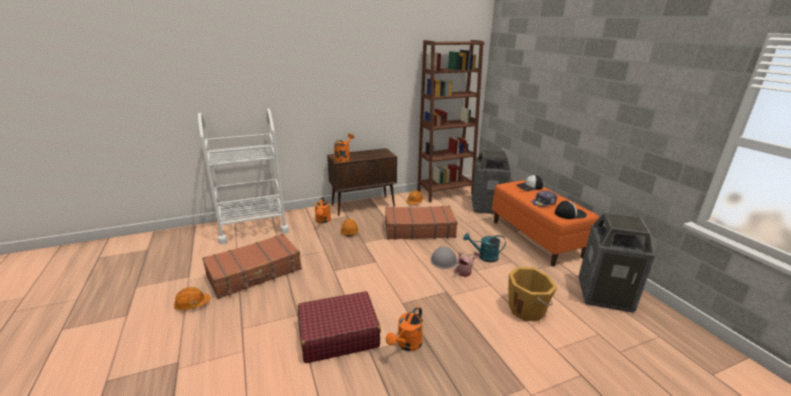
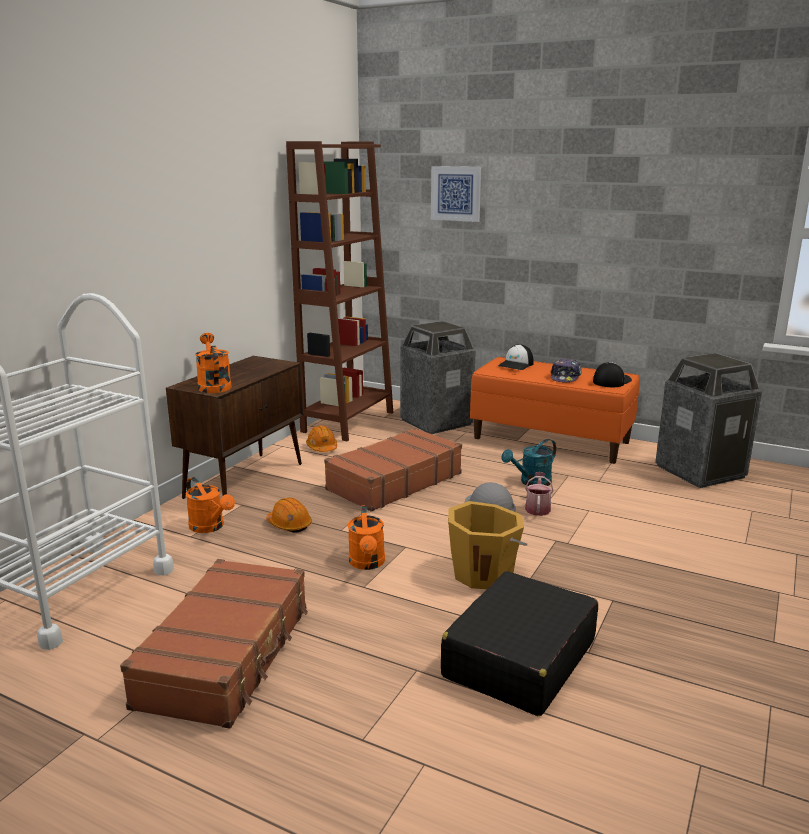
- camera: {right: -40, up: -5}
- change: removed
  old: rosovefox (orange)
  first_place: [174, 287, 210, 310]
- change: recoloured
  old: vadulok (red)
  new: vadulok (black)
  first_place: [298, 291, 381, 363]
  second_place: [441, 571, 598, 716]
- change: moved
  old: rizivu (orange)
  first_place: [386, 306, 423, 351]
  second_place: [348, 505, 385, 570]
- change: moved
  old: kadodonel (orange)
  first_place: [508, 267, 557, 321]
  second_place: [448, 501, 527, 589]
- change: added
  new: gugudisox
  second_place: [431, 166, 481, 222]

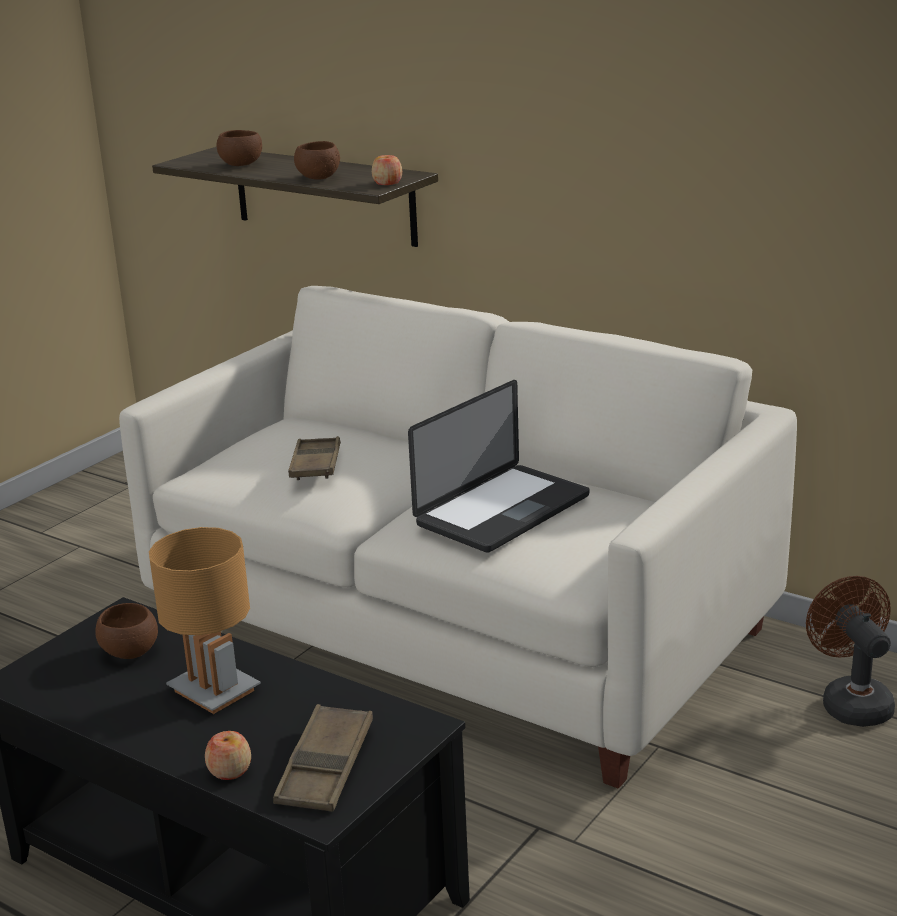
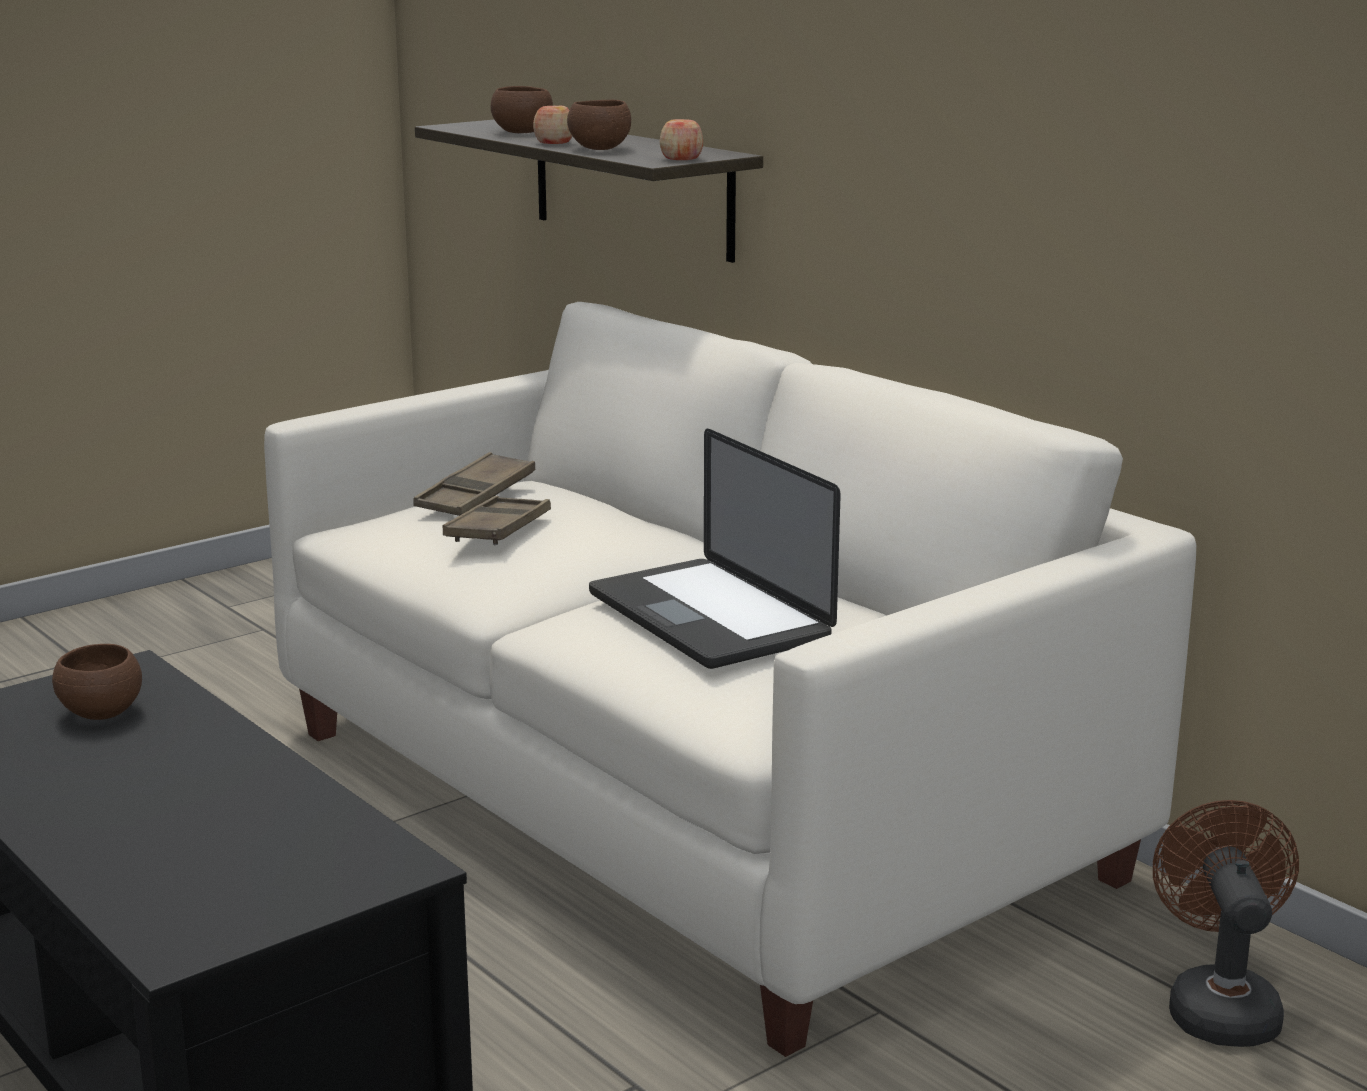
- camera: {right: 15, up: -5}
- change: removed
  old: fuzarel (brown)
  first_place: [149, 527, 261, 714]
- change: moved
  old: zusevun
  first_place: [205, 731, 251, 780]
  second_place: [533, 106, 572, 144]
- change: moved
  old: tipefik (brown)
  first_place: [273, 704, 373, 812]
  second_place: [413, 452, 535, 516]
- change: turned
  old: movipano
  first_place: [408, 380, 589, 553]
  second_place: [589, 429, 841, 669]
  degrees: 90

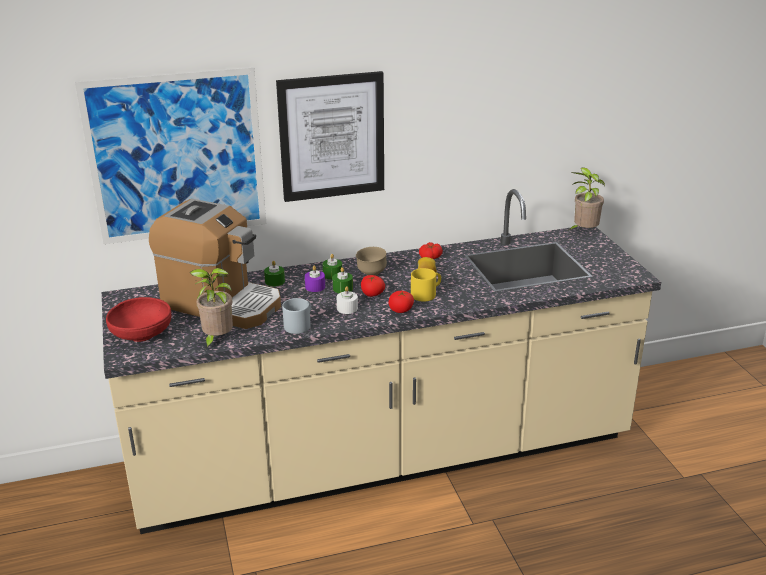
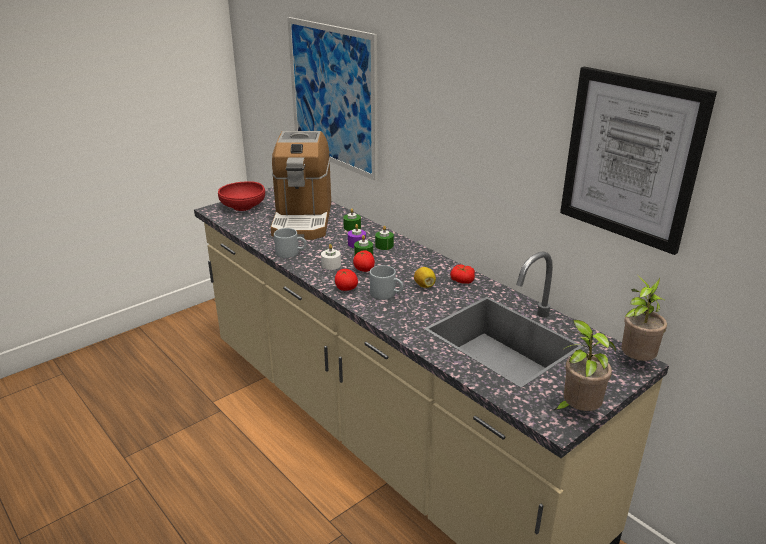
- camera: {right: 65, up: 0}
- change: moved
  old: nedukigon
  first_place: [189, 268, 233, 349]
  second_place: [552, 320, 616, 411]
- change: moved
  old: gugudisox
  first_place: [276, 71, 384, 202]
  second_place: [560, 67, 717, 255]
- change: removed
  old: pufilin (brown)
  first_place: [356, 247, 387, 276]
- change: recoloured
  old: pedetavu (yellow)
  new: pedetavu (grey)
  first_place: [411, 268, 441, 302]
  second_place: [370, 265, 403, 300]

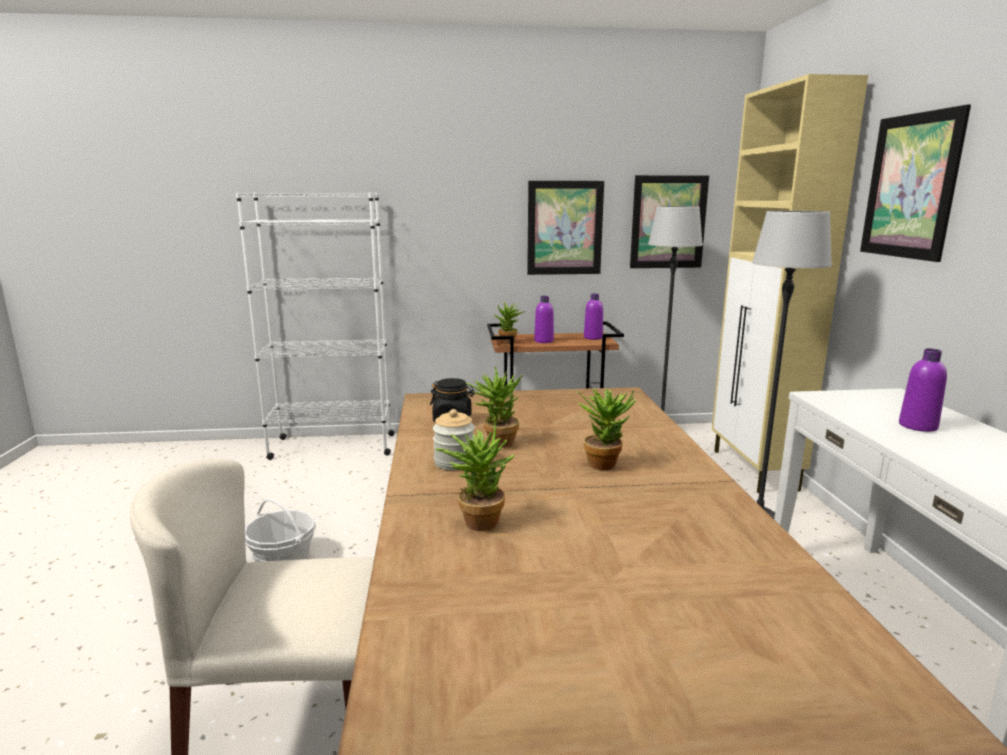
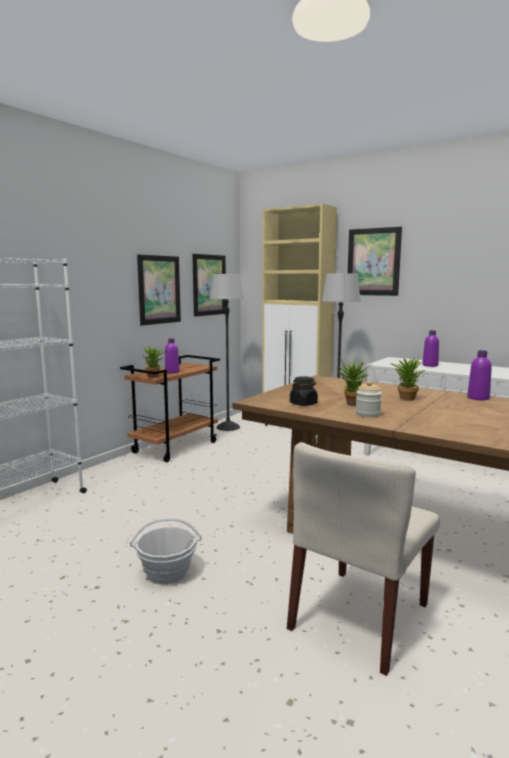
- camera: {right: -50, up: -5}
- change: removed
  old: nedukigon
  first_place: [435, 422, 515, 531]
- change: moved
  old: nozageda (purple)
  first_place: [584, 293, 603, 340]
  second_place: [467, 350, 492, 400]

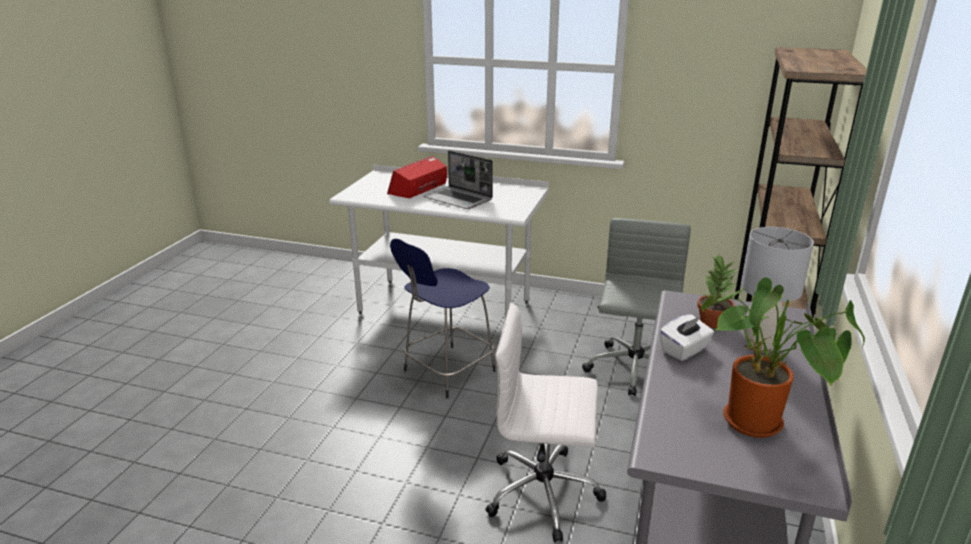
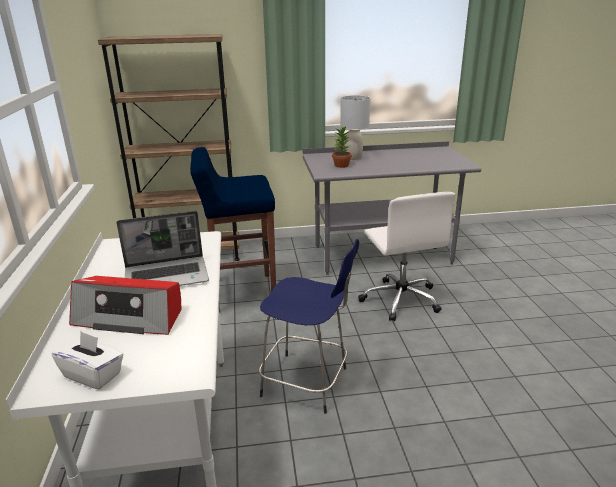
- camera: {right: -115, up: 0}
- change: turned
  old: movipano
  first_place: [424, 151, 493, 209]
  second_place: [116, 211, 209, 286]
  degrees: 60
- change: replaced
  old: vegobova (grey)
  new: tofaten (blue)
  first_place: [582, 218, 691, 396]
  second_place: [190, 147, 276, 313]
- change: moved
  old: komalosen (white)
  first_place: [660, 315, 714, 361]
  second_place: [52, 331, 124, 390]
- change: removed
  old: nedukigon
  first_place: [701, 277, 865, 438]

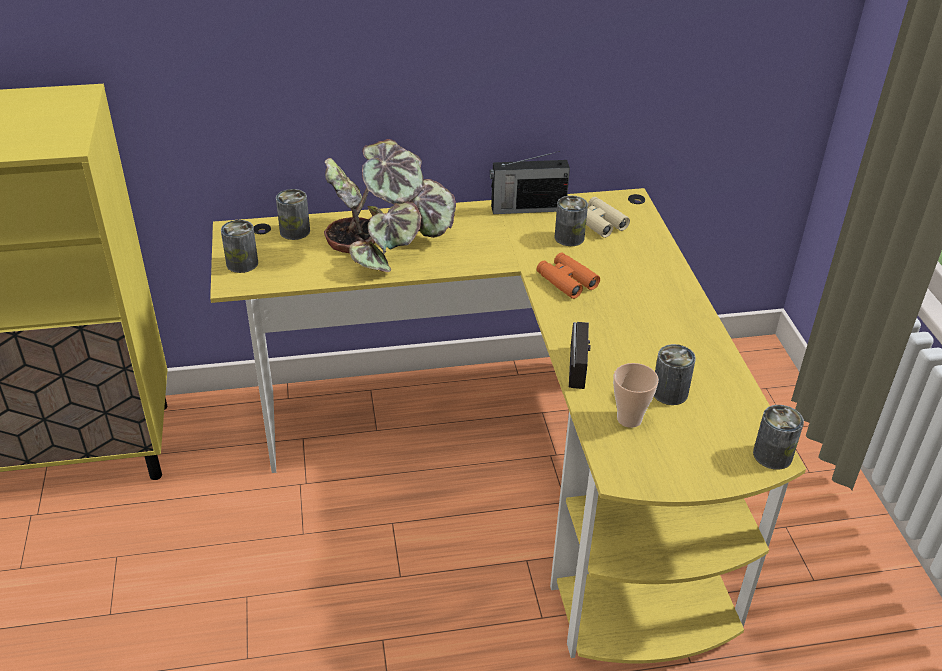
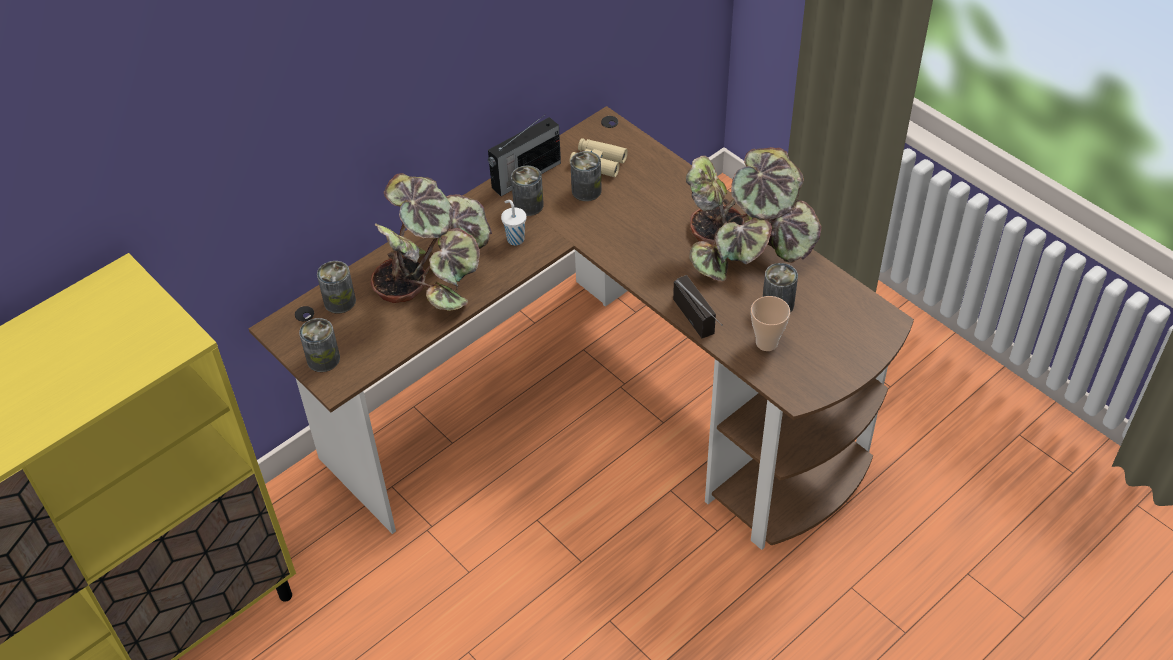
- camera: {right: -30, up: 10}
- change: recoloured
  old: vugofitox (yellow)
  new: vugofitox (brown)
  first_place: [210, 188, 806, 664]
  second_place: [248, 106, 914, 550]
- change: removed
  old: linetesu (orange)
  first_place: [537, 253, 600, 299]
- change: moved
  old: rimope
  first_place: [753, 405, 804, 470]
  second_place: [511, 166, 544, 216]
- change: added
  new: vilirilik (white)
  second_place: [501, 200, 526, 246]
- change: added
  new: nedukigon
  second_place: [686, 147, 821, 281]

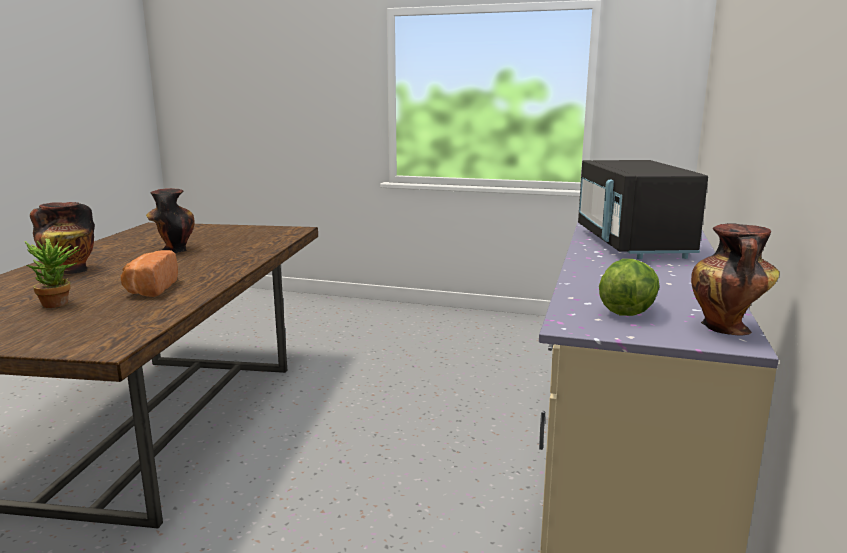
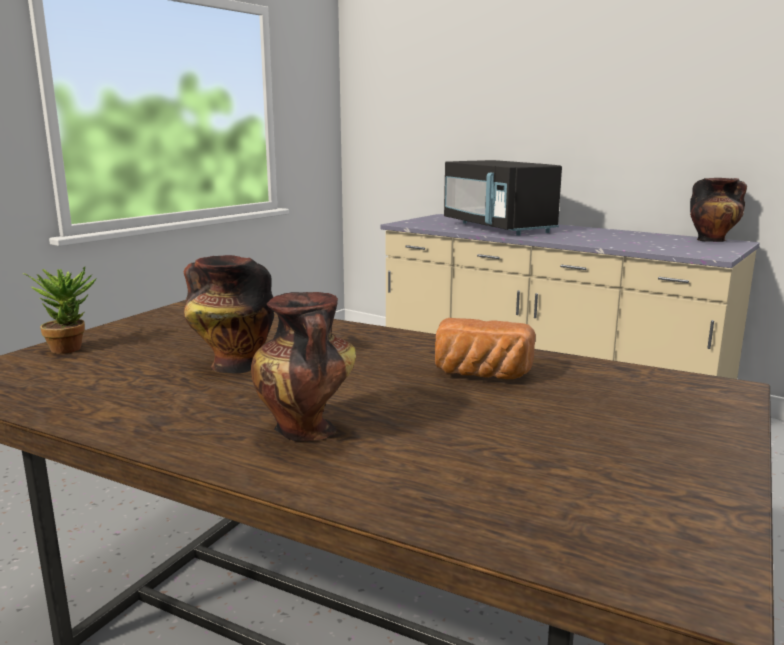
- camera: {right: -70, up: 0}
- change: moved
  old: nedukigon
  first_place: [25, 238, 81, 308]
  second_place: [23, 267, 97, 354]
- change: turned
  old: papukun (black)
  first_place: [578, 160, 708, 259]
  second_place: [444, 160, 562, 236]
  degrees: 45
- change: removed
  old: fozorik
  first_place: [599, 259, 660, 316]

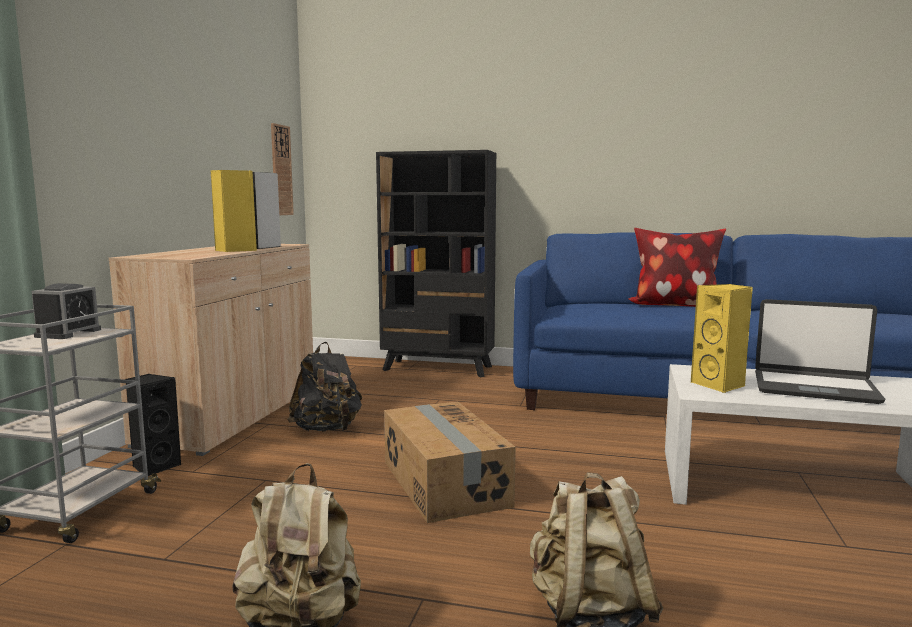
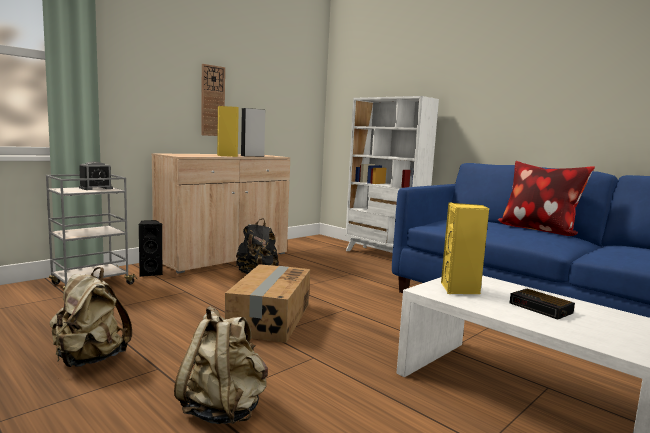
- camera: {right: 30, up: 0}
- change: moved
  old: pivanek
  first_place: [271, 123, 294, 215]
  second_place: [201, 64, 225, 136]
- change: recoloured
  old: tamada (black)
  new: tamada (white)
  first_place: [376, 150, 496, 377]
  second_place: [345, 96, 439, 251]
- change: replaced
  old: movipano
  new: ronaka
  first_place: [755, 299, 886, 404]
  second_place: [510, 289, 575, 320]

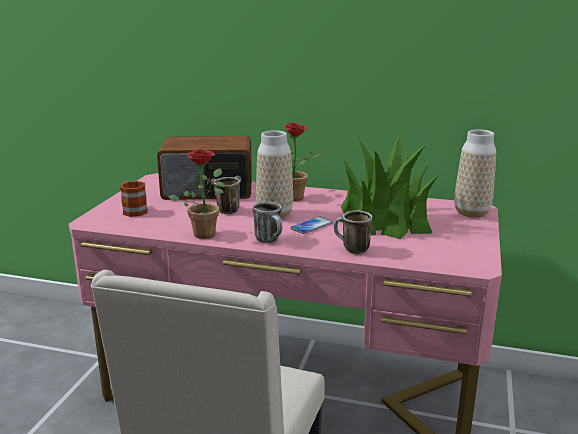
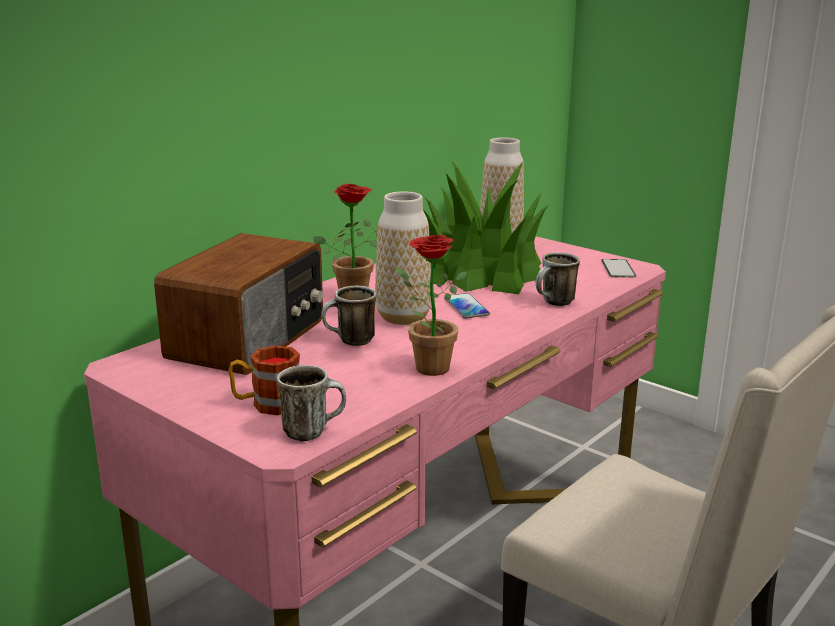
- camera: {right: -65, up: 0}
- change: moved
  old: pedetavu
  first_place: [253, 202, 282, 243]
  second_place: [277, 365, 346, 441]
- change: added
  new: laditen
  second_place: [601, 259, 636, 278]

